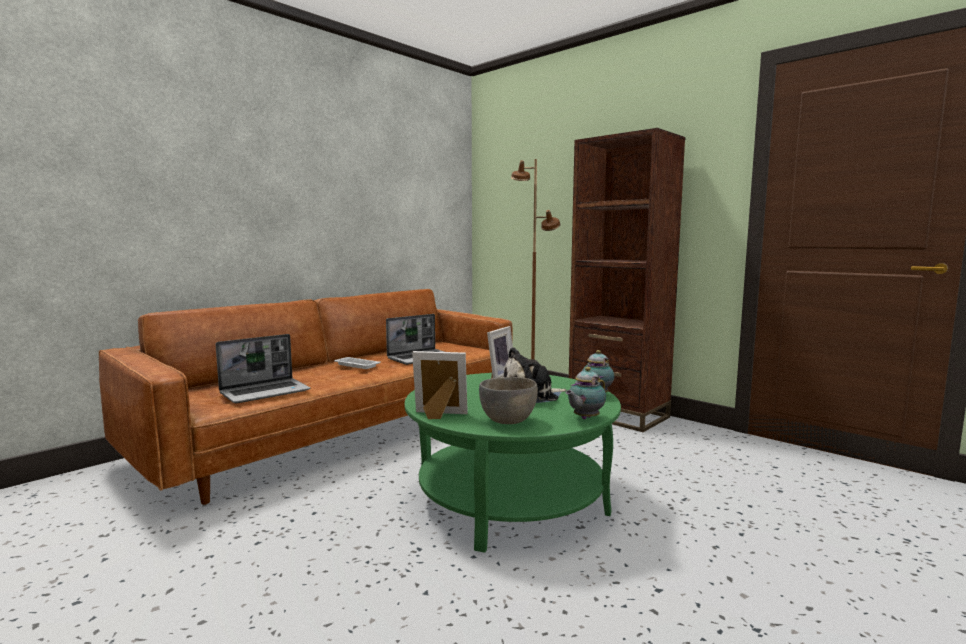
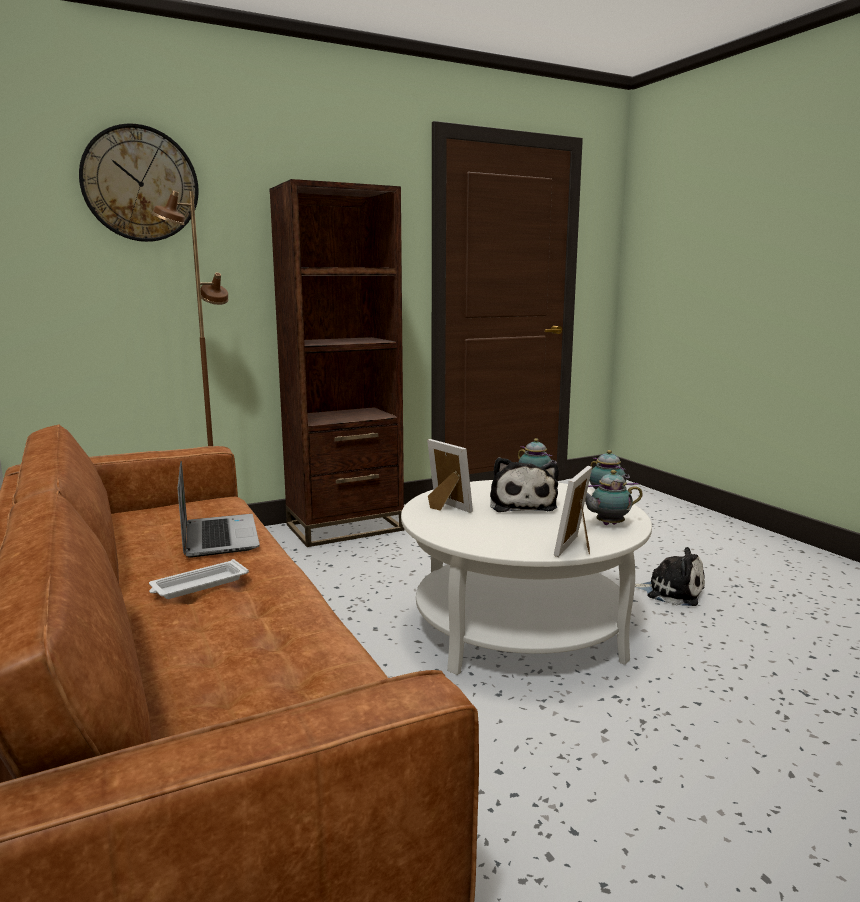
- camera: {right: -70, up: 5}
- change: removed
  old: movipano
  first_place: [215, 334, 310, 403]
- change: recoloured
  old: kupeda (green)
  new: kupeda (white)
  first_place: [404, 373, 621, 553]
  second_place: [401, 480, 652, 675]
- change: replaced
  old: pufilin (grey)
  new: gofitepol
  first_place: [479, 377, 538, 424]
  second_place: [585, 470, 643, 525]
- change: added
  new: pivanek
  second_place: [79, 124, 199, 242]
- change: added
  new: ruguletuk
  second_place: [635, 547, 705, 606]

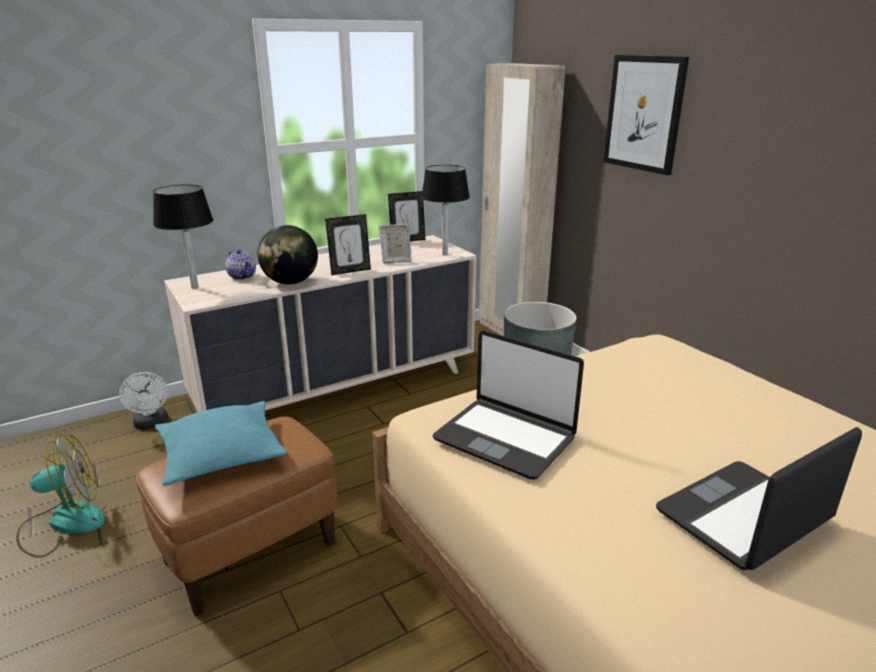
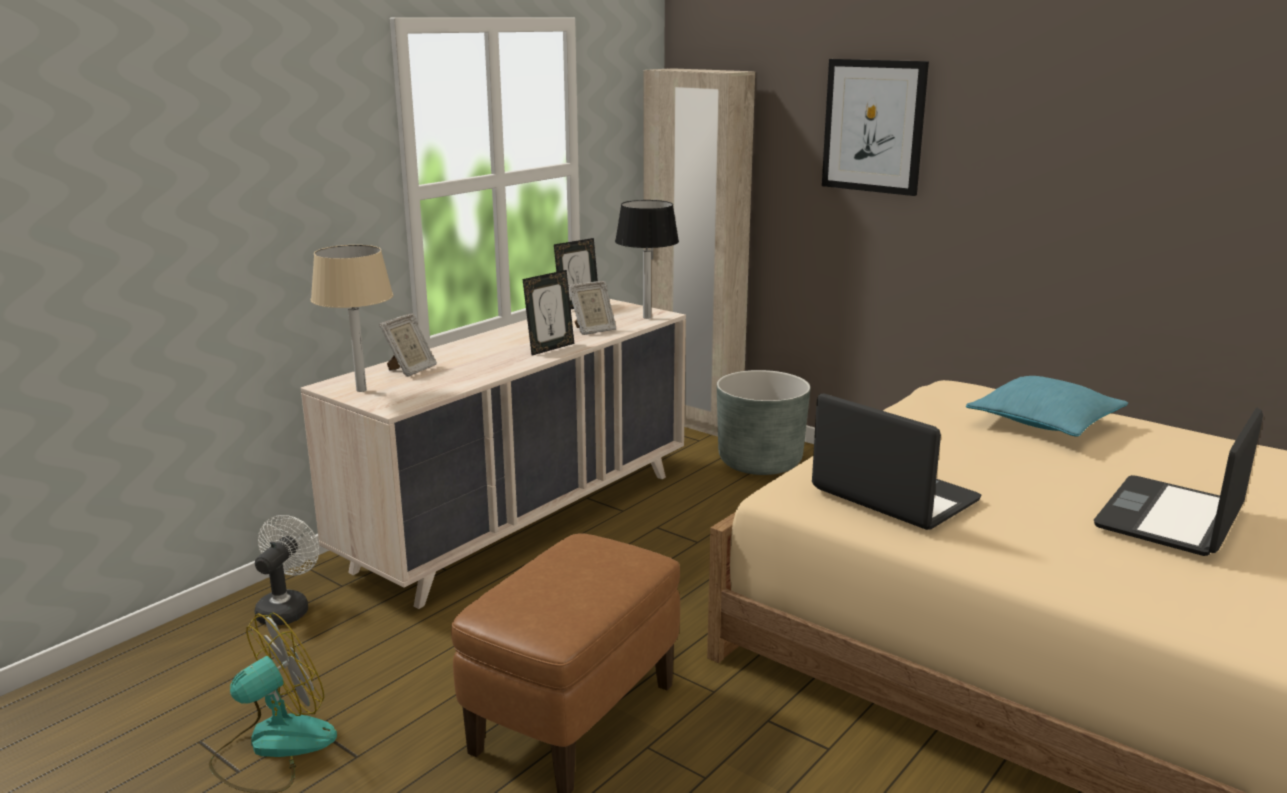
- camera: {right: -20, up: -5}
- change: turned
  old: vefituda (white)
  first_place: [119, 372, 168, 430]
  second_place: [255, 515, 319, 625]
  degrees: -120
- change: recoloured
  old: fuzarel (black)
  new: fuzarel (beige)
  first_place: [153, 185, 213, 289]
  second_place: [311, 245, 393, 392]
- change: moved
  old: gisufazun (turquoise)
  first_place: [155, 401, 287, 486]
  second_place: [966, 376, 1128, 437]
- change: replaced
  old: gofitepol
  new: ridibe
  first_place: [225, 250, 256, 280]
  second_place: [379, 313, 437, 377]
- change: removed
  old: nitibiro
  first_place: [258, 225, 318, 284]
- change: turned
  old: movipano
  first_place: [433, 331, 584, 480]
  second_place: [812, 393, 981, 530]
  degrees: -150

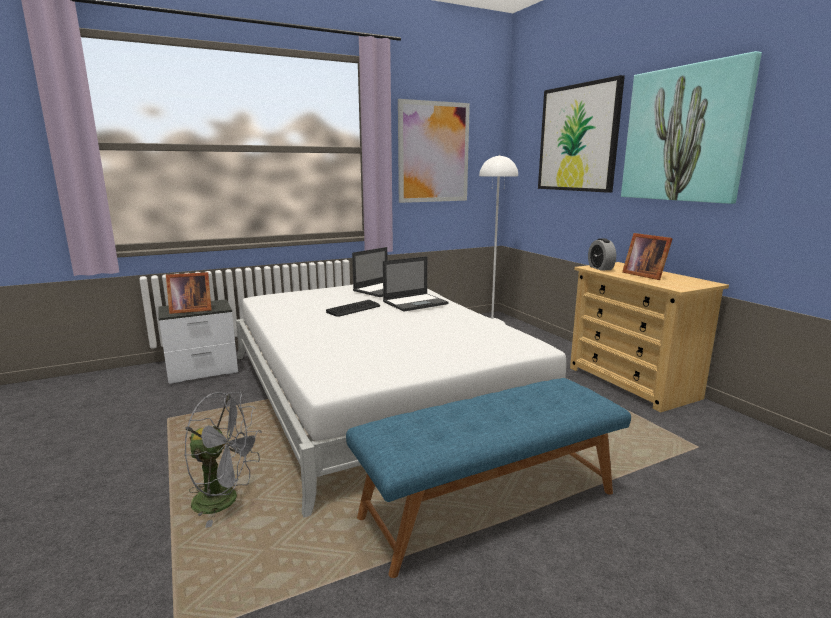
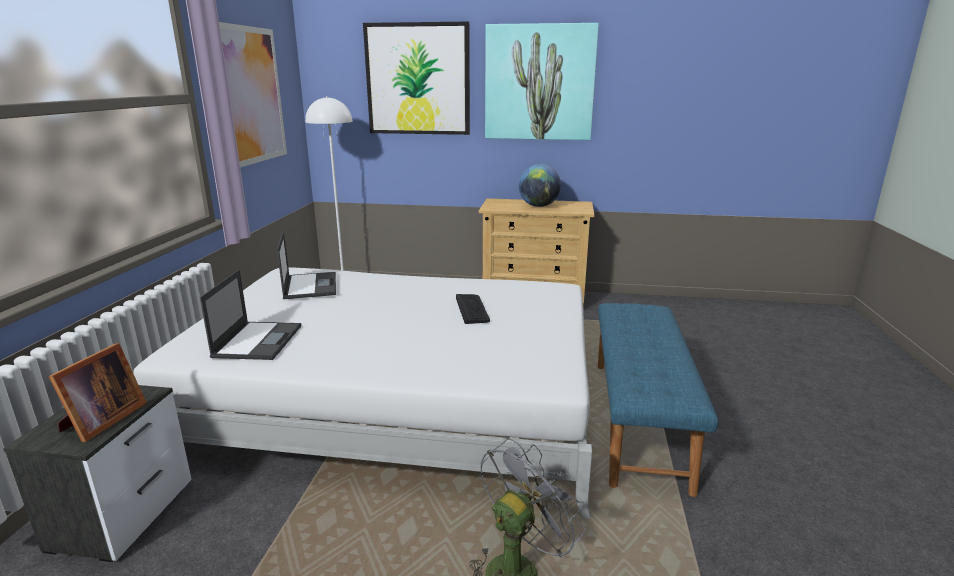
- camera: {right: -55, up: 5}
- change: moved
  old: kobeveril
  first_place: [326, 300, 380, 317]
  second_place: [456, 294, 490, 324]
- change: moved
  old: movipano
  first_place: [383, 256, 449, 312]
  second_place: [200, 270, 301, 360]
- change: removed
  old: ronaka
  first_place: [588, 238, 616, 271]
- change: replaced
  old: ridibe
  new: nitibiro
  first_place: [622, 233, 673, 280]
  second_place: [519, 164, 561, 207]

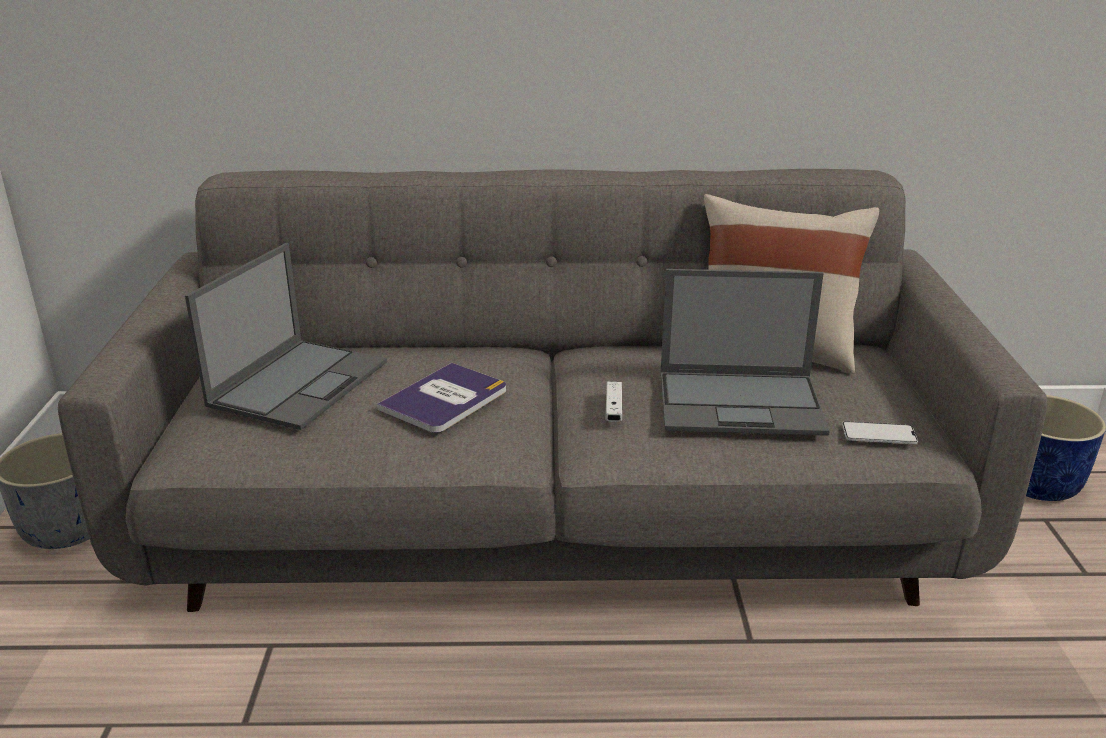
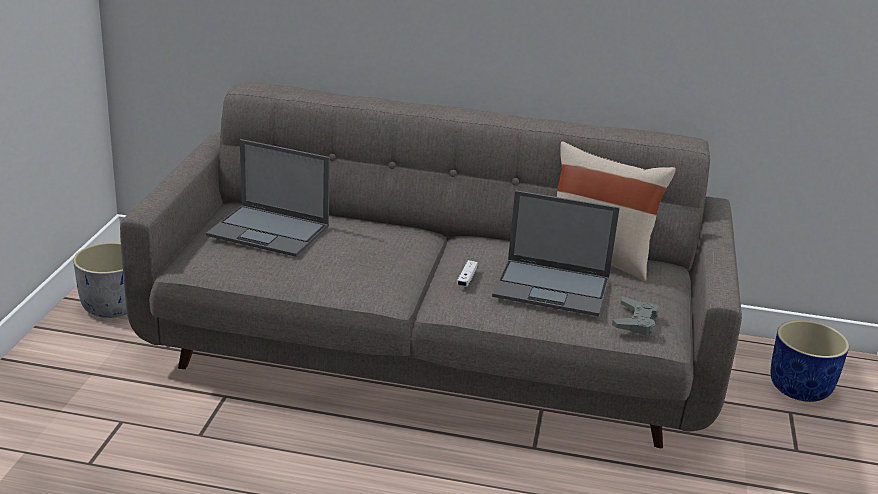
- camera: {right: 10, up: 0}
- change: turned
  old: movipano
  first_place: [185, 243, 387, 430]
  second_place: [206, 139, 330, 257]
  degrees: 75
- change: removed
  old: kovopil
  first_place: [377, 363, 506, 433]
- change: replaced
  old: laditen
  new: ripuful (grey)
  first_place: [842, 421, 918, 444]
  second_place: [612, 296, 660, 335]

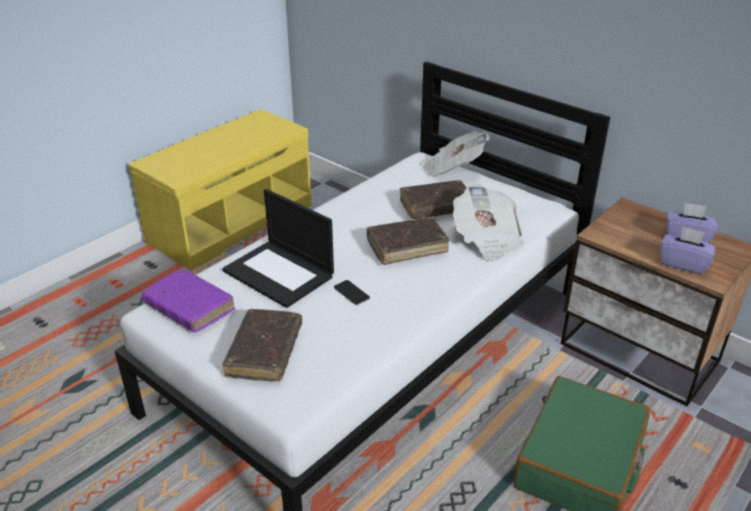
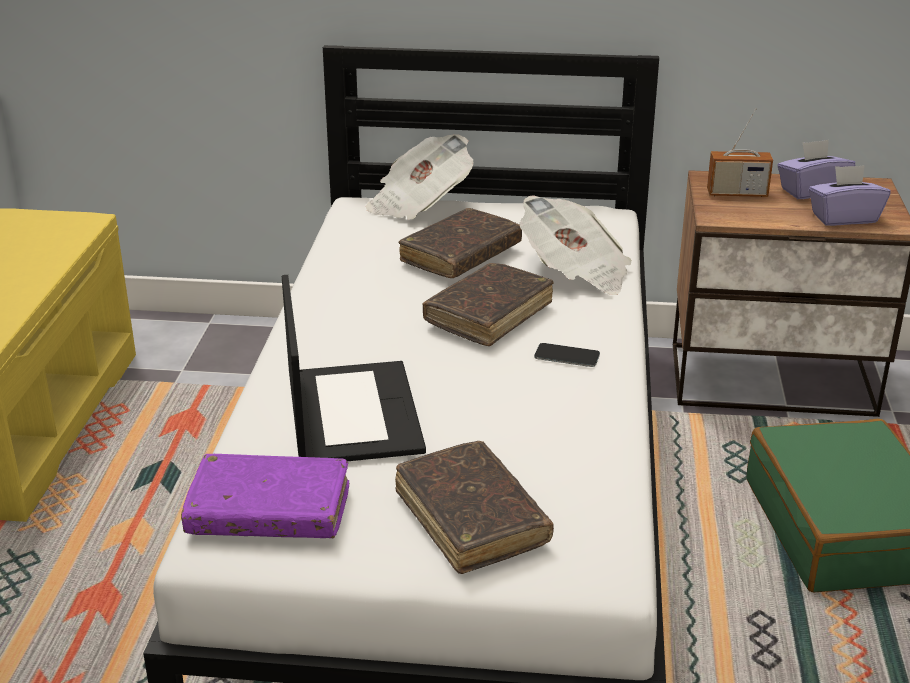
- camera: {right: -35, up: -5}
- change: turned
  old: movipano
  first_place: [222, 189, 334, 308]
  second_place: [282, 275, 426, 461]
  degrees: -105
- change: moved
  old: laditen
  first_place: [334, 280, 370, 305]
  second_place: [534, 343, 600, 367]
- change: added
  new: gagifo
  second_place: [707, 108, 773, 197]

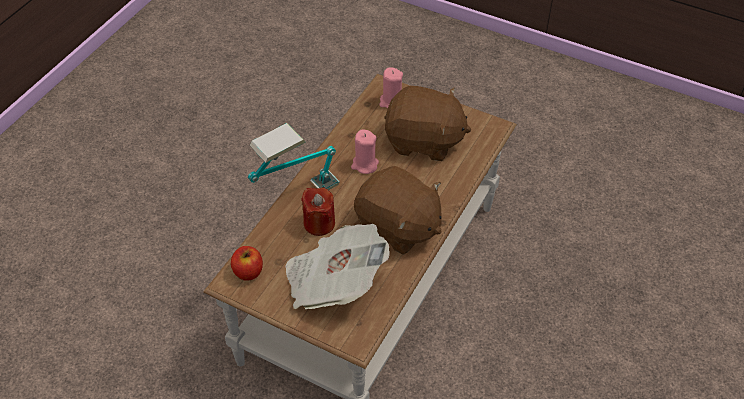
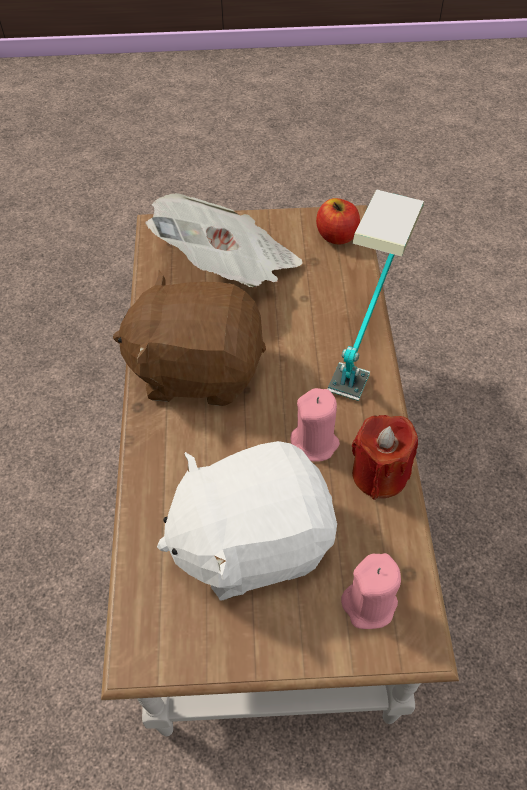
- camera: {right: 150, up: 5}
- change: moved
  old: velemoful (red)
  first_place: [301, 187, 335, 236]
  second_place: [352, 415, 418, 500]
- change: recoloured
  old: ruguletuk (brown)
  new: ruguletuk (white)
  first_place: [384, 86, 471, 161]
  second_place: [157, 441, 337, 600]

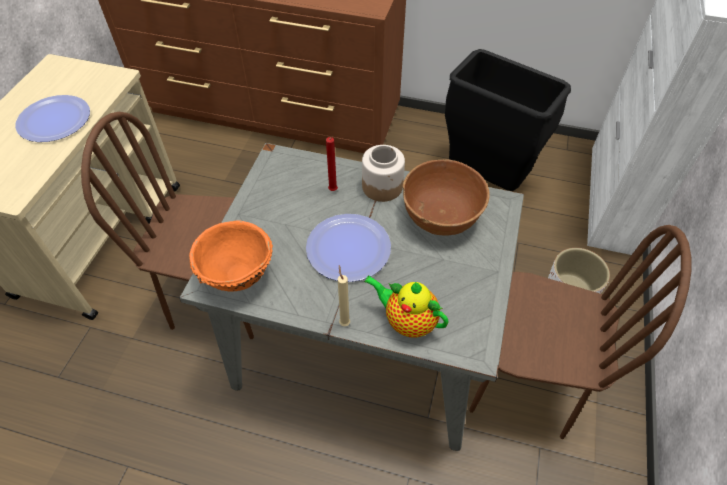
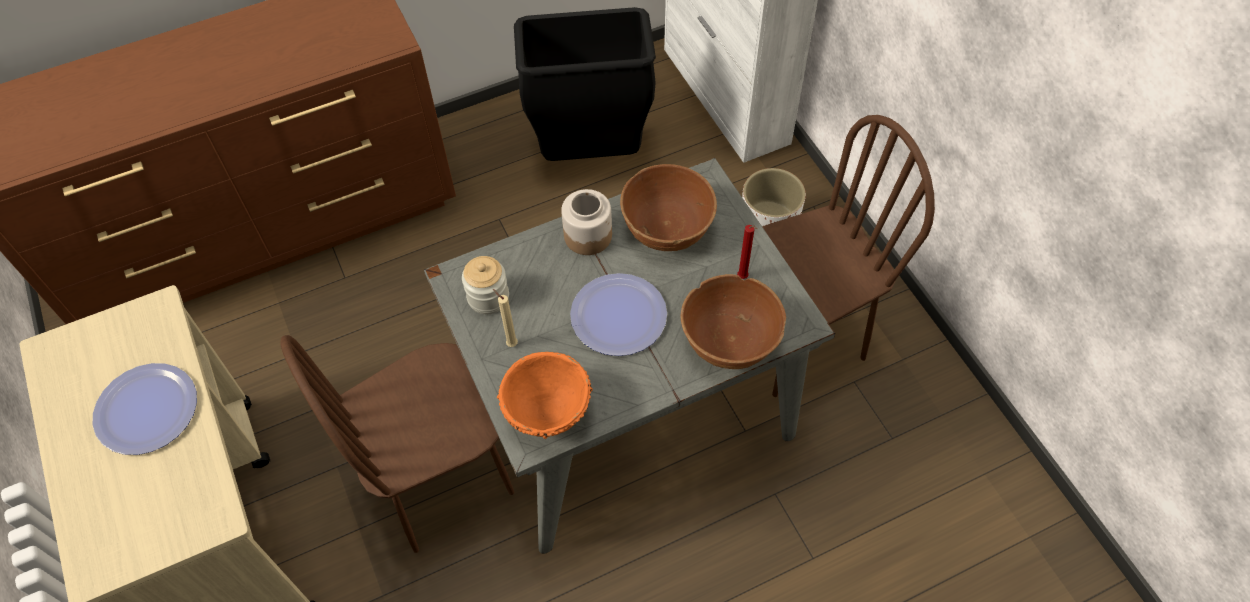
- camera: {right: -40, up: 5}
- change: moved
  old: velemoful (red)
  first_place: [326, 137, 338, 191]
  second_place: [737, 225, 758, 279]
- change: moved
  old: velemoful (beige)
  first_place: [338, 265, 350, 326]
  second_place: [493, 289, 518, 347]
- change: replaced
  old: gofitepol
  new: pufilin (brown)
  first_place: [364, 275, 449, 338]
  second_place: [681, 274, 786, 369]
- change: added
  new: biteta
  second_place: [462, 256, 509, 314]

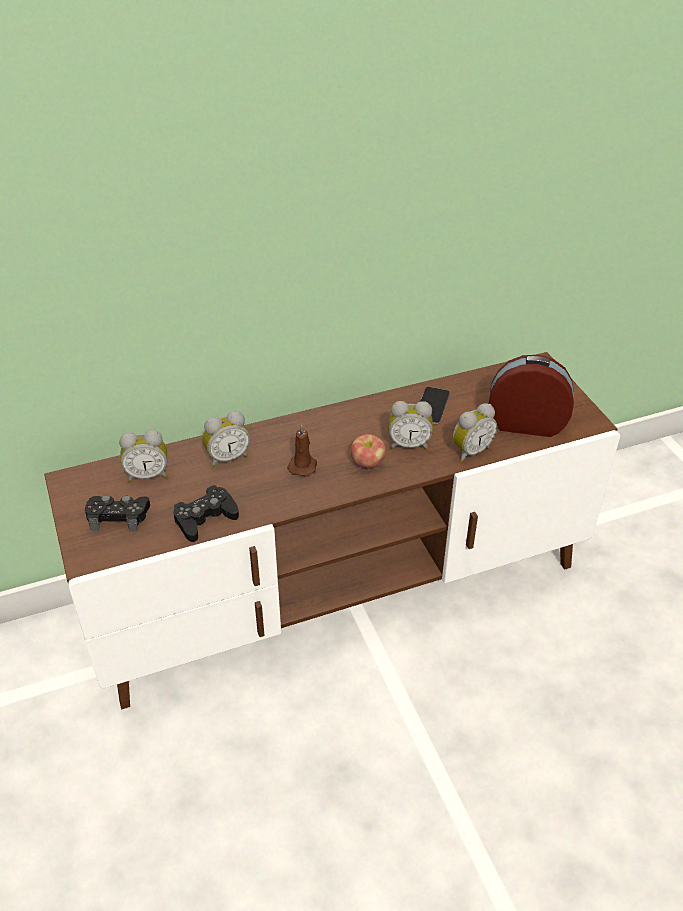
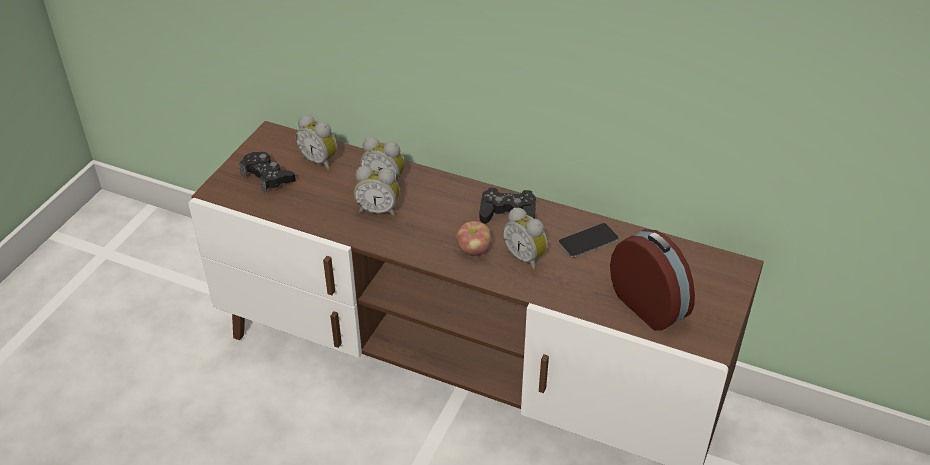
- camera: {right: 45, up: 0}
- change: moved
  old: ripuful (black)
  first_place: [173, 485, 239, 542]
  second_place: [480, 187, 536, 223]
- change: removed
  old: velemoful (brown)
  first_place: [287, 424, 317, 477]
- change: moved
  old: ronaka
  first_place: [453, 403, 497, 462]
  second_place: [354, 166, 399, 217]

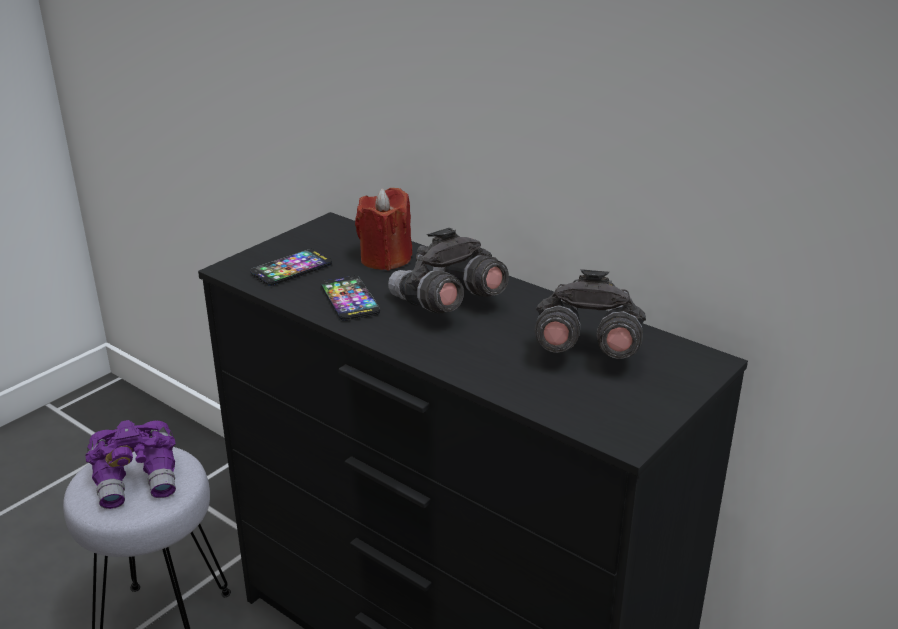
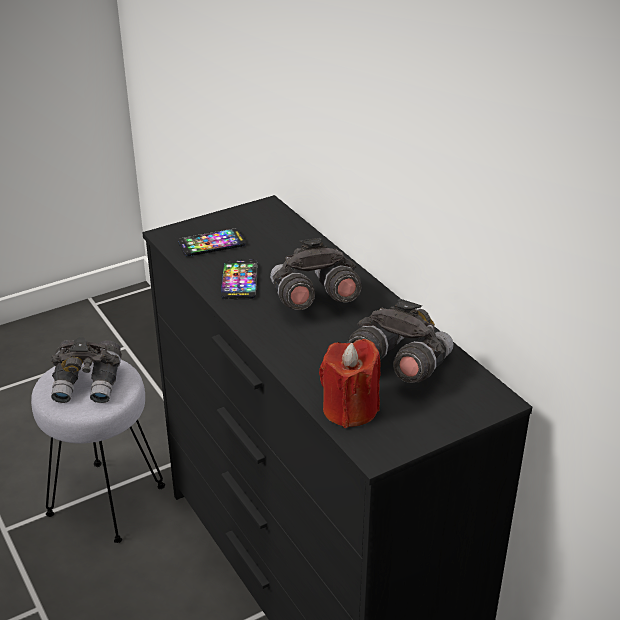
- camera: {right: 20, up: 5}
- change: recoloured
  old: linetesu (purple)
  new: linetesu (grey)
  first_place: [85, 420, 176, 509]
  second_place: [50, 337, 122, 403]
- change: moved
  old: velemoful (red)
  first_place: [355, 188, 412, 271]
  second_place: [319, 339, 381, 428]

